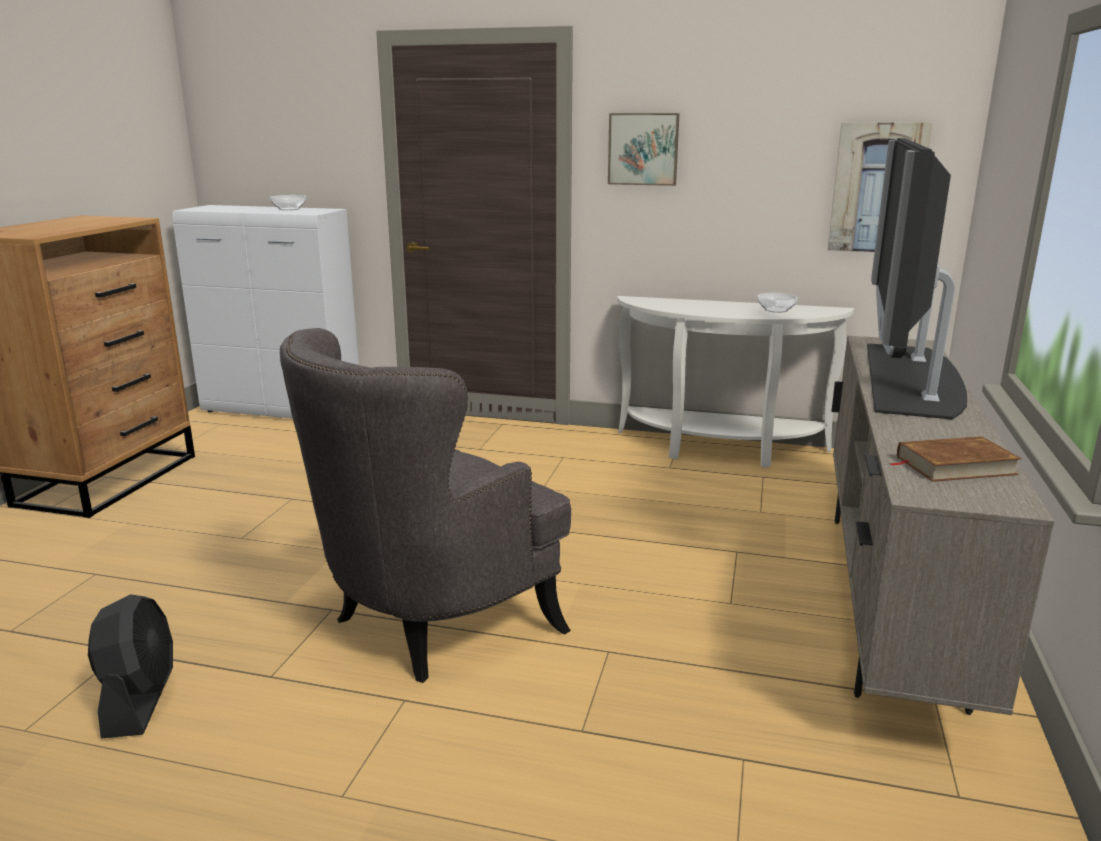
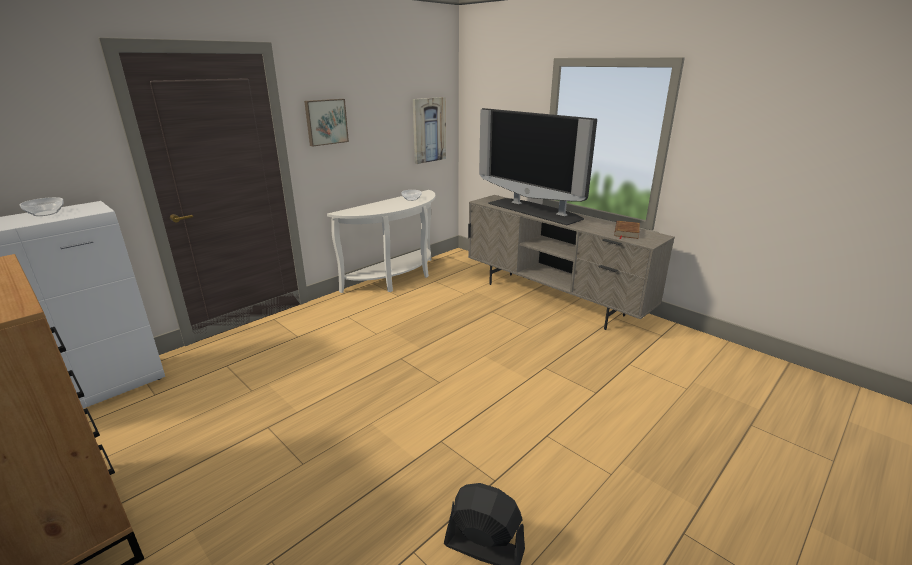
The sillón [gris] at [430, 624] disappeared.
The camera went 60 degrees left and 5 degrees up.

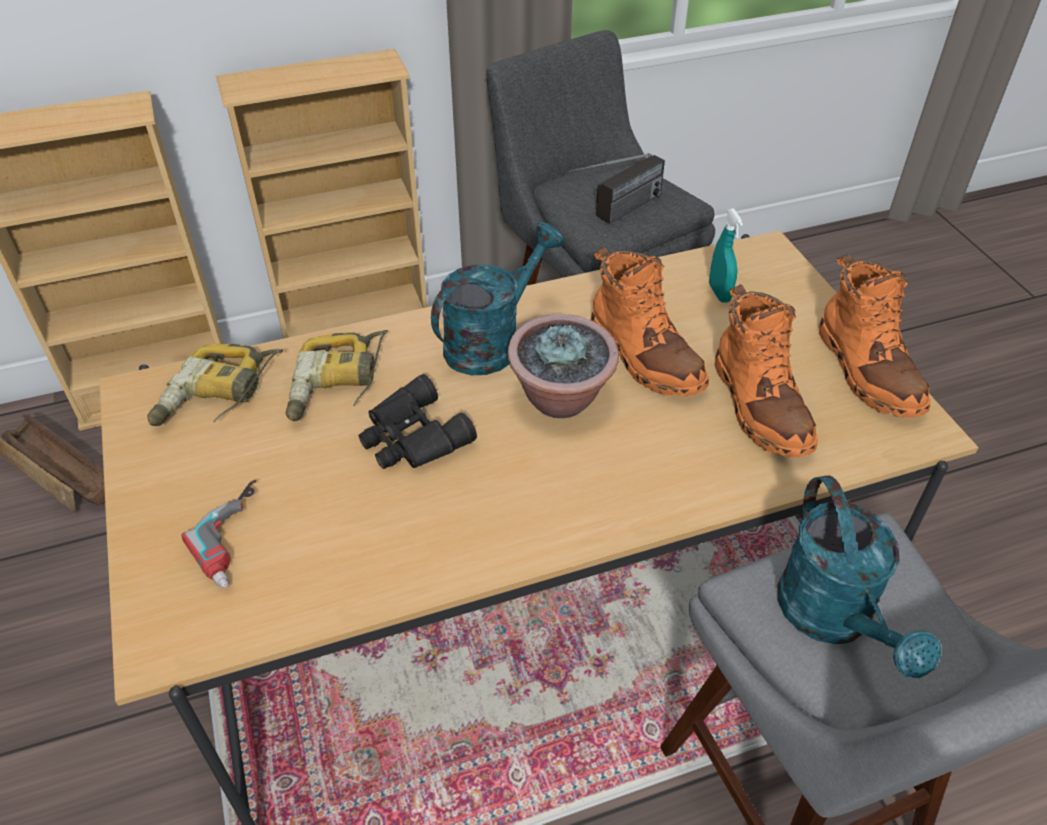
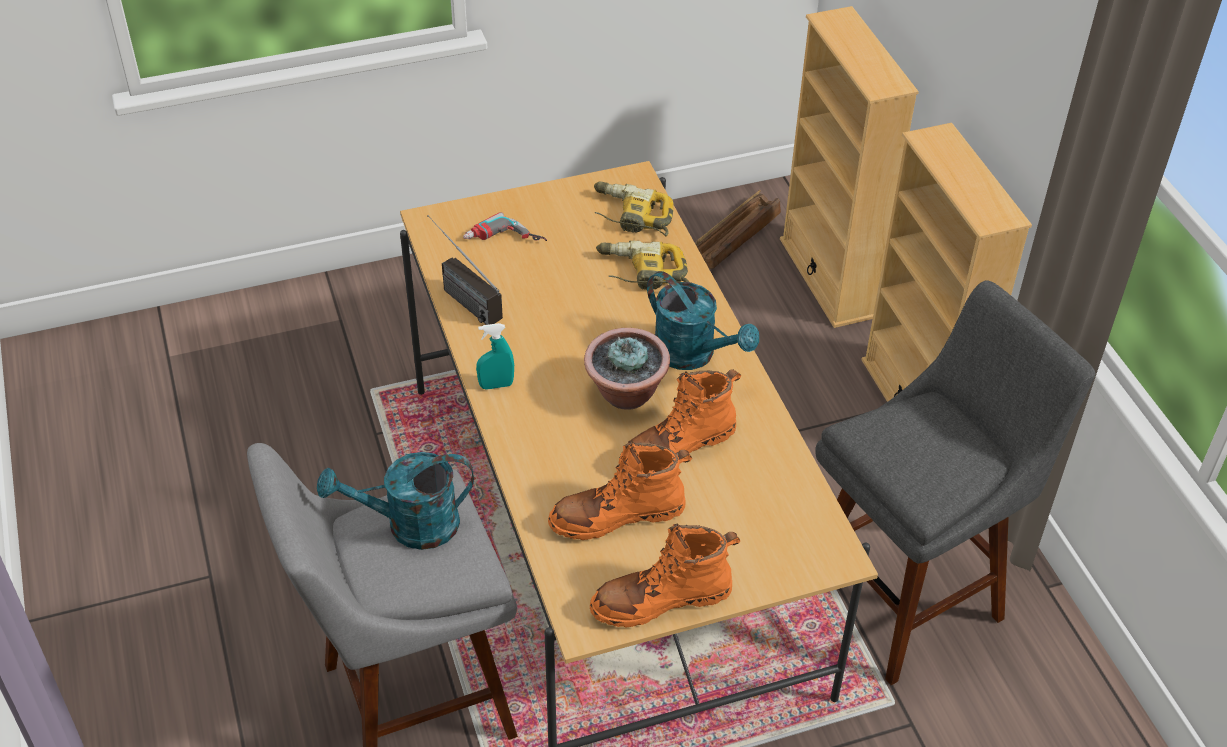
The radio moved from [616, 214] to [459, 295].
The pulverizador [turquesa] moved from [719, 293] to [496, 385].
The prismáticos [negro] at [411, 437] disappeared.
The camera went 90 degrees right and 0 degrees up.

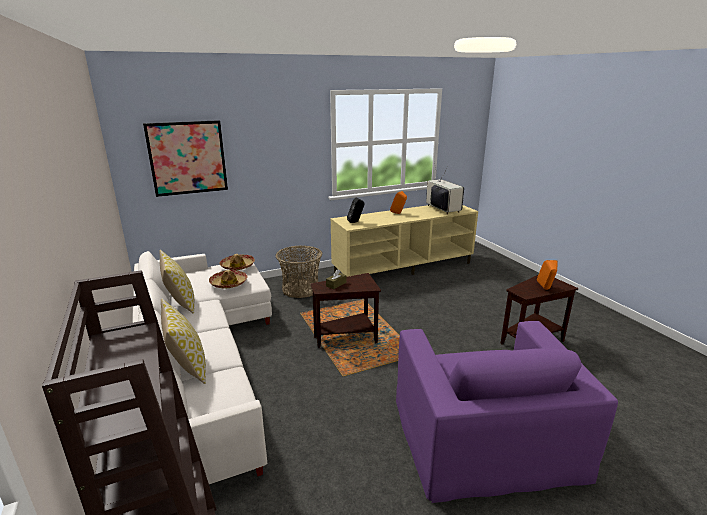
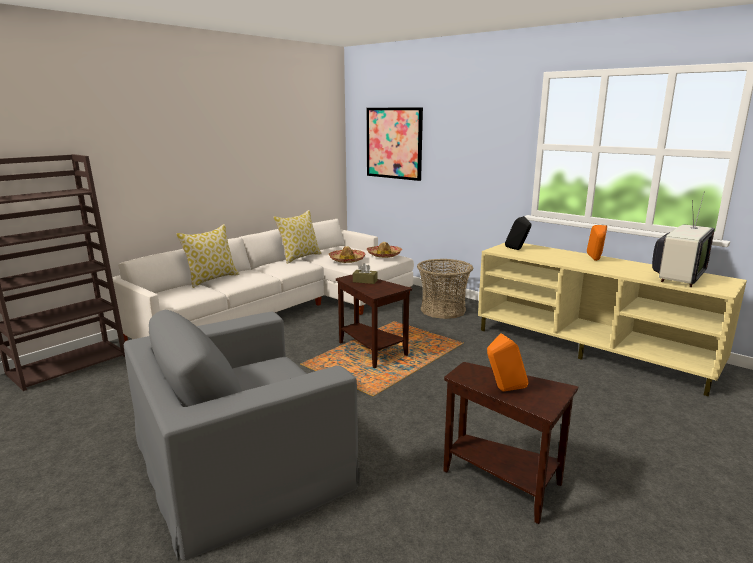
The sillón [morado] at [484, 436] became the sillón [gris] at [241, 461].
The camera went 65 degrees right and 5 degrees down.

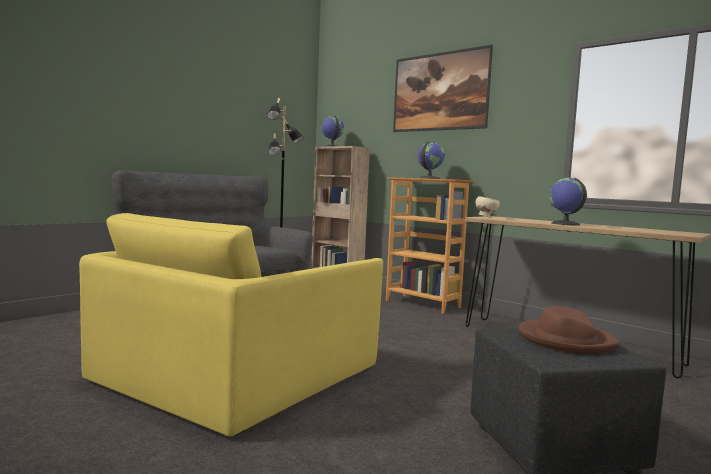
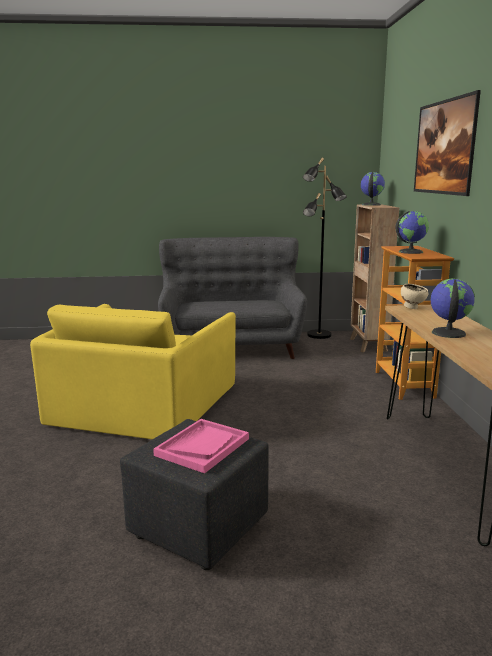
The sillón [amarillo] at [235, 372] turned 60 degrees counterclockwise.
The sombrero [marrón] at [565, 340] was replaced by the bandeja [rosa] at [202, 447].
The camera went 45 degrees right and 10 degrees up.

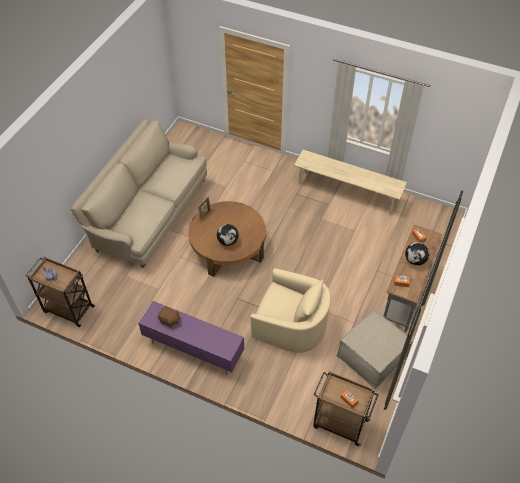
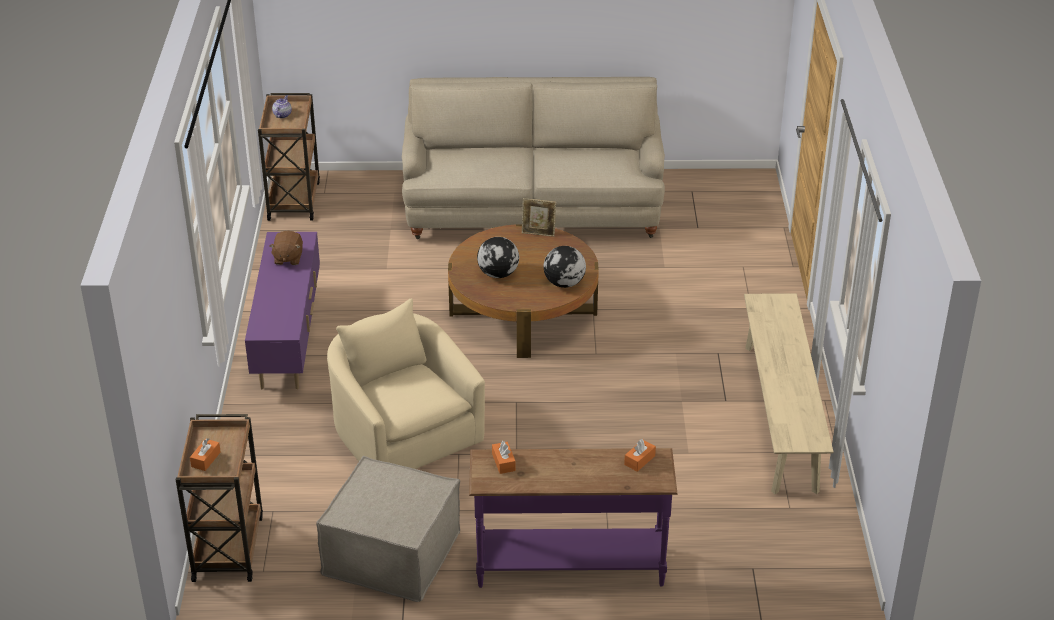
The sillón [beis] at [291, 325] turned 150 degrees clockwise.
The mesa consola [gris] at [405, 295] became the mesa consola [morado] at [570, 565].
The globo terráqueo moved from [415, 260] to [564, 283].
The camera went 65 degrees right and 15 degrees down.

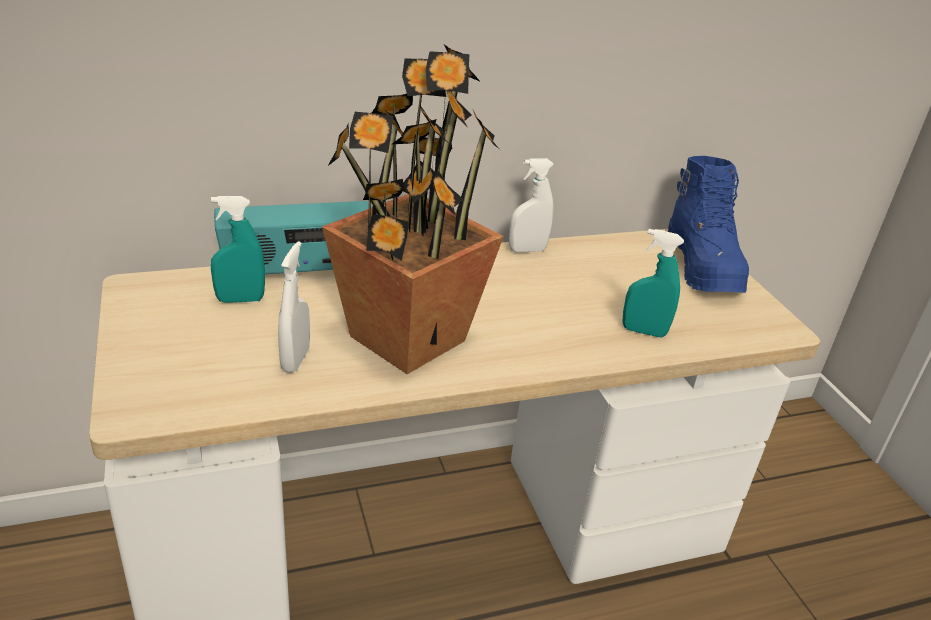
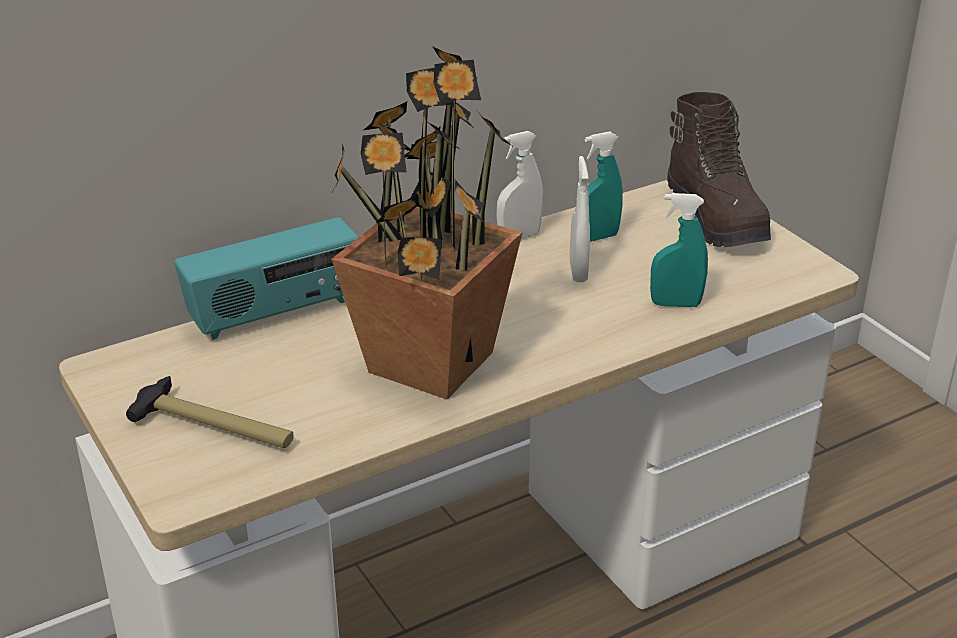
The martillo at [215, 427] appeared.
The pulverizador [blanco] moved from [295, 360] to [578, 272].
The pulverizador [turquesa] moved from [240, 300] to [597, 237].
The bota [azul] at [703, 266] became the bota [marrón] at [717, 218].
The camera went 10 degrees left and 0 degrees up.

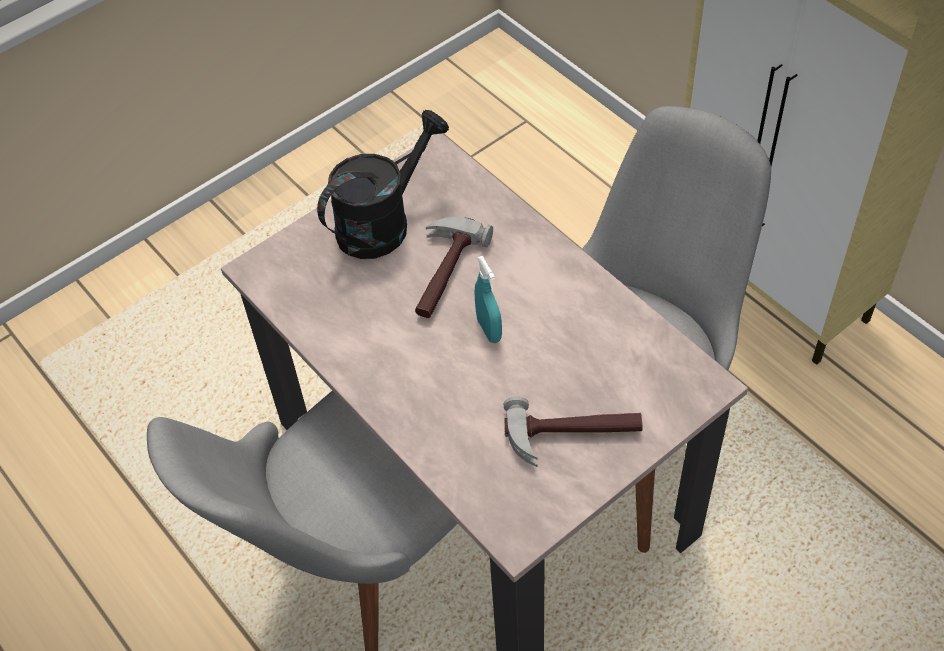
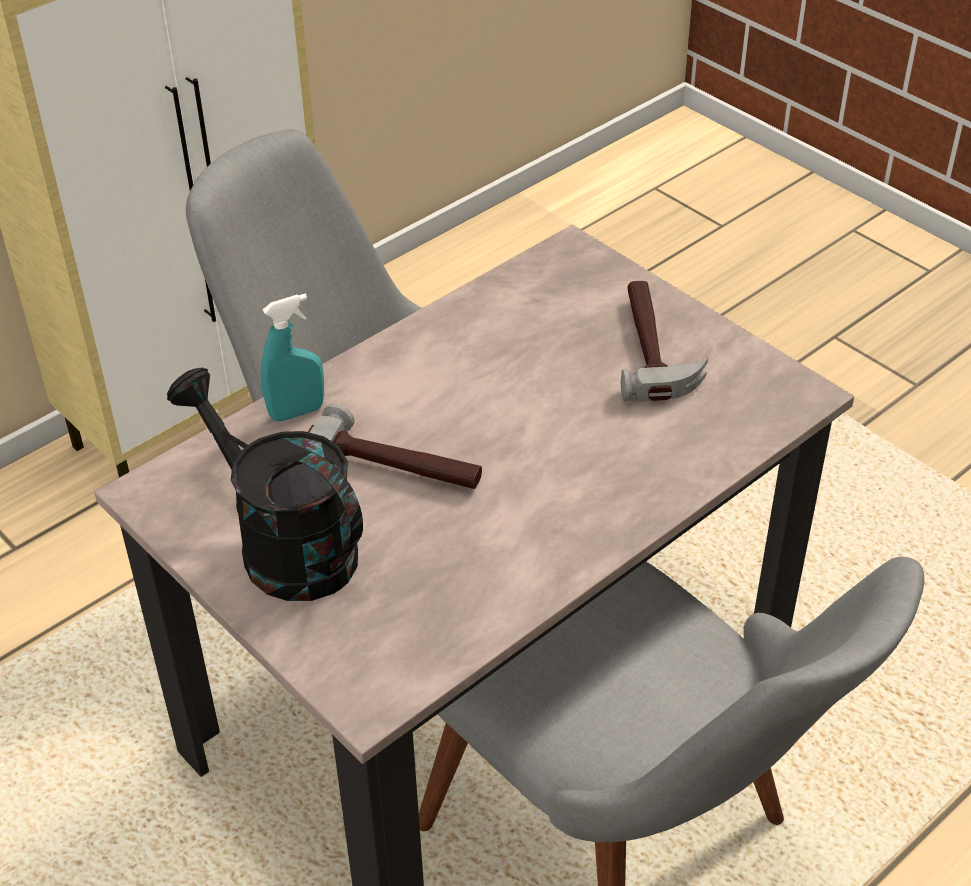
The pulverizador [turquesa] moved from [489, 329] to [297, 412].
The camera went 95 degrees left and 10 degrees down.

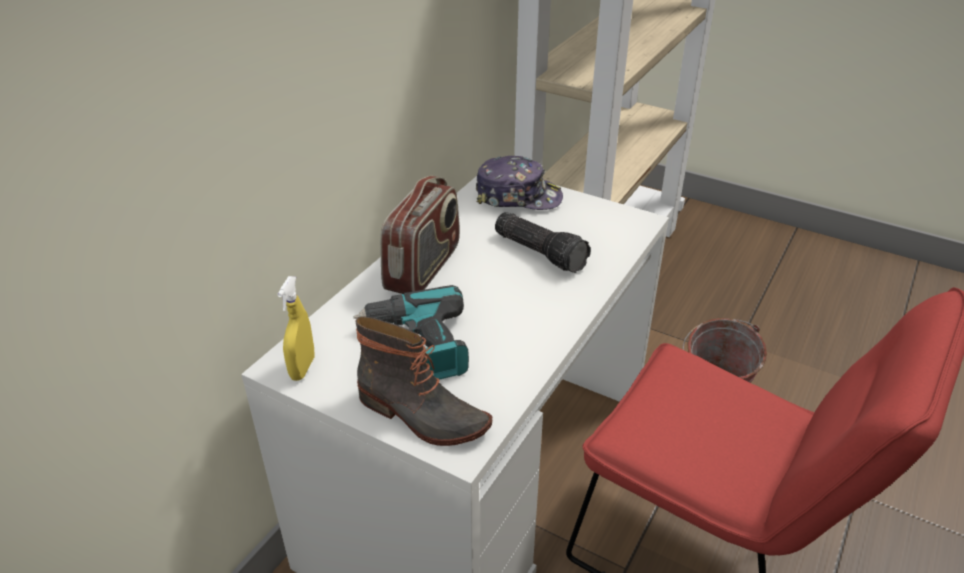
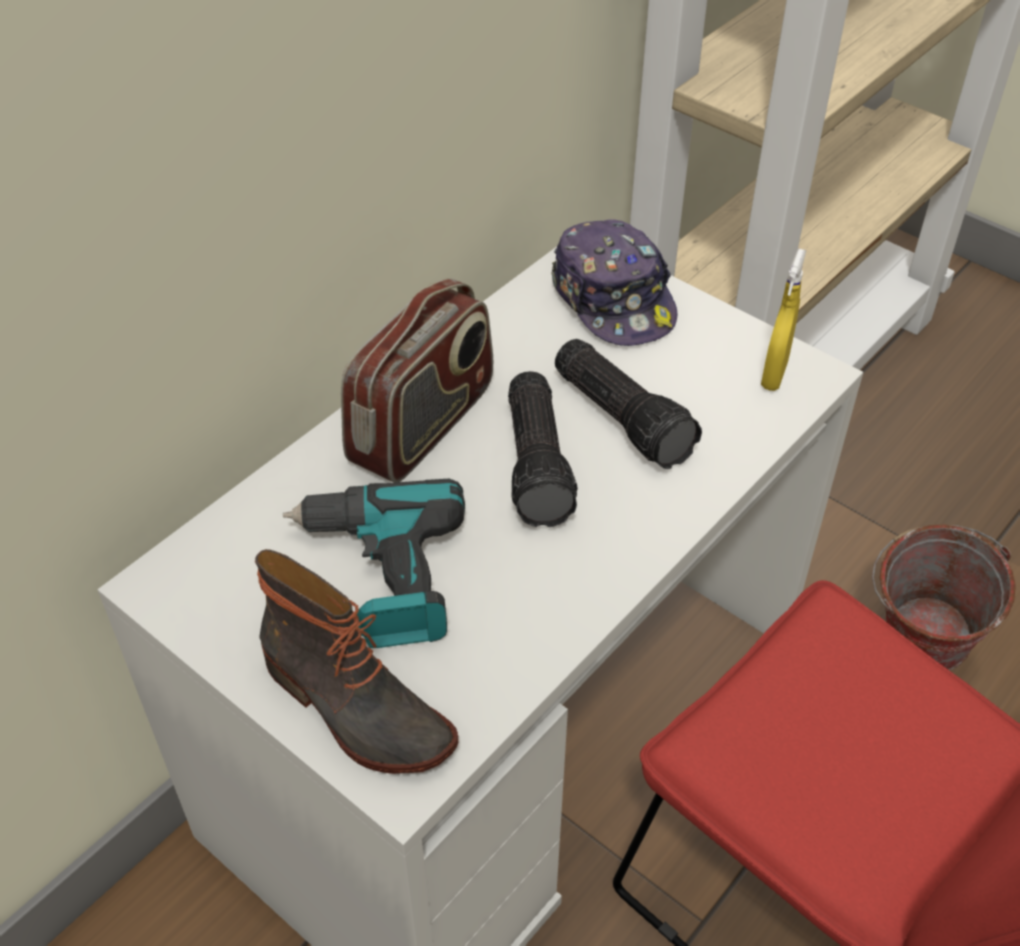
The linterna at [540, 464] appeared.
The gorra at [518, 196] turned 45 degrees clockwise.
The pulverizador [amarillo] moved from [302, 368] to [774, 375].
The camera went 10 degrees right and 10 degrees up.

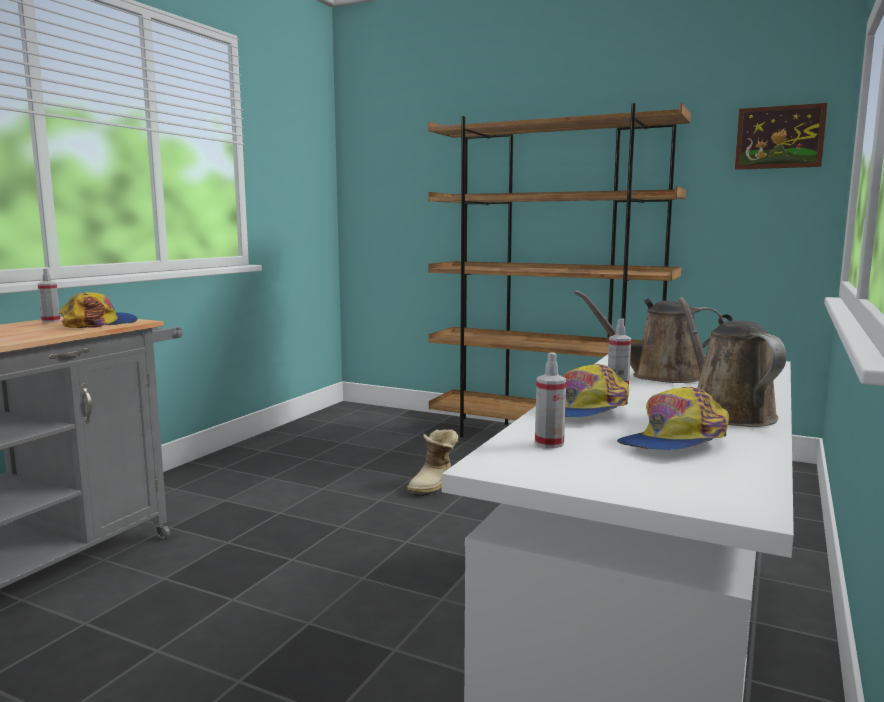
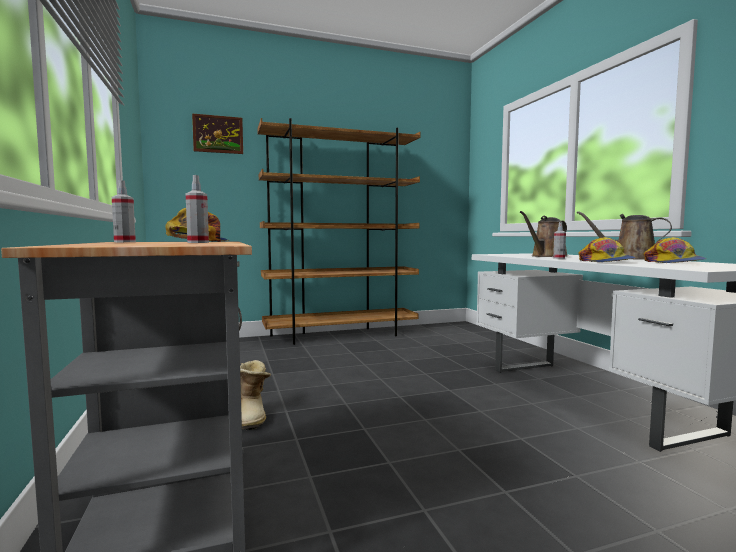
The pulverizador moved from [549, 443] to [198, 242].
The cuadro moved from [779, 137] to [218, 134].
The bota moved from [434, 485] to [253, 416].
The camera went 45 degrees left and 5 degrees down.

